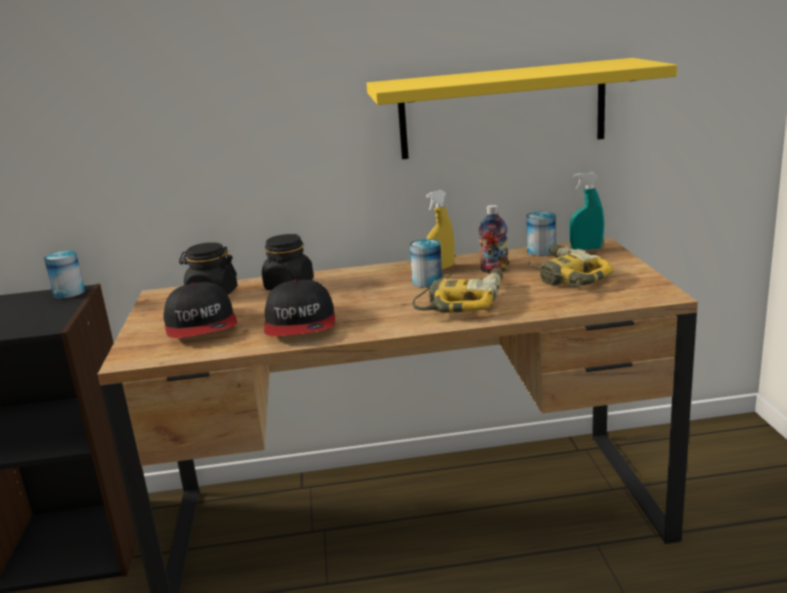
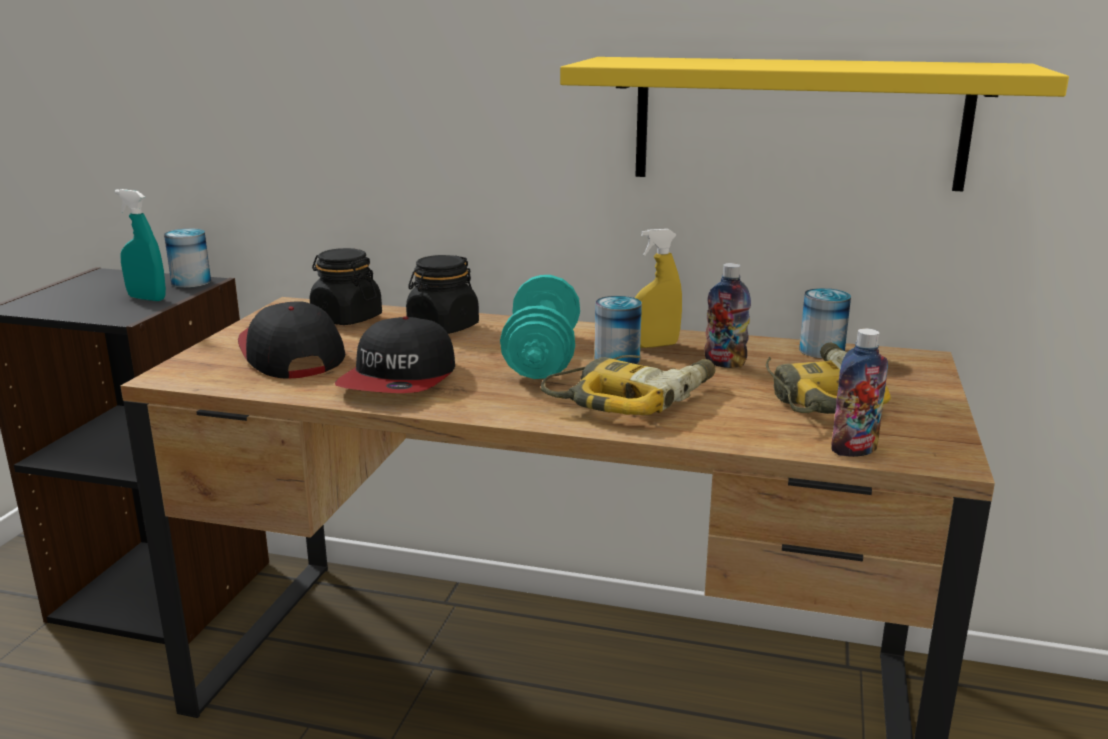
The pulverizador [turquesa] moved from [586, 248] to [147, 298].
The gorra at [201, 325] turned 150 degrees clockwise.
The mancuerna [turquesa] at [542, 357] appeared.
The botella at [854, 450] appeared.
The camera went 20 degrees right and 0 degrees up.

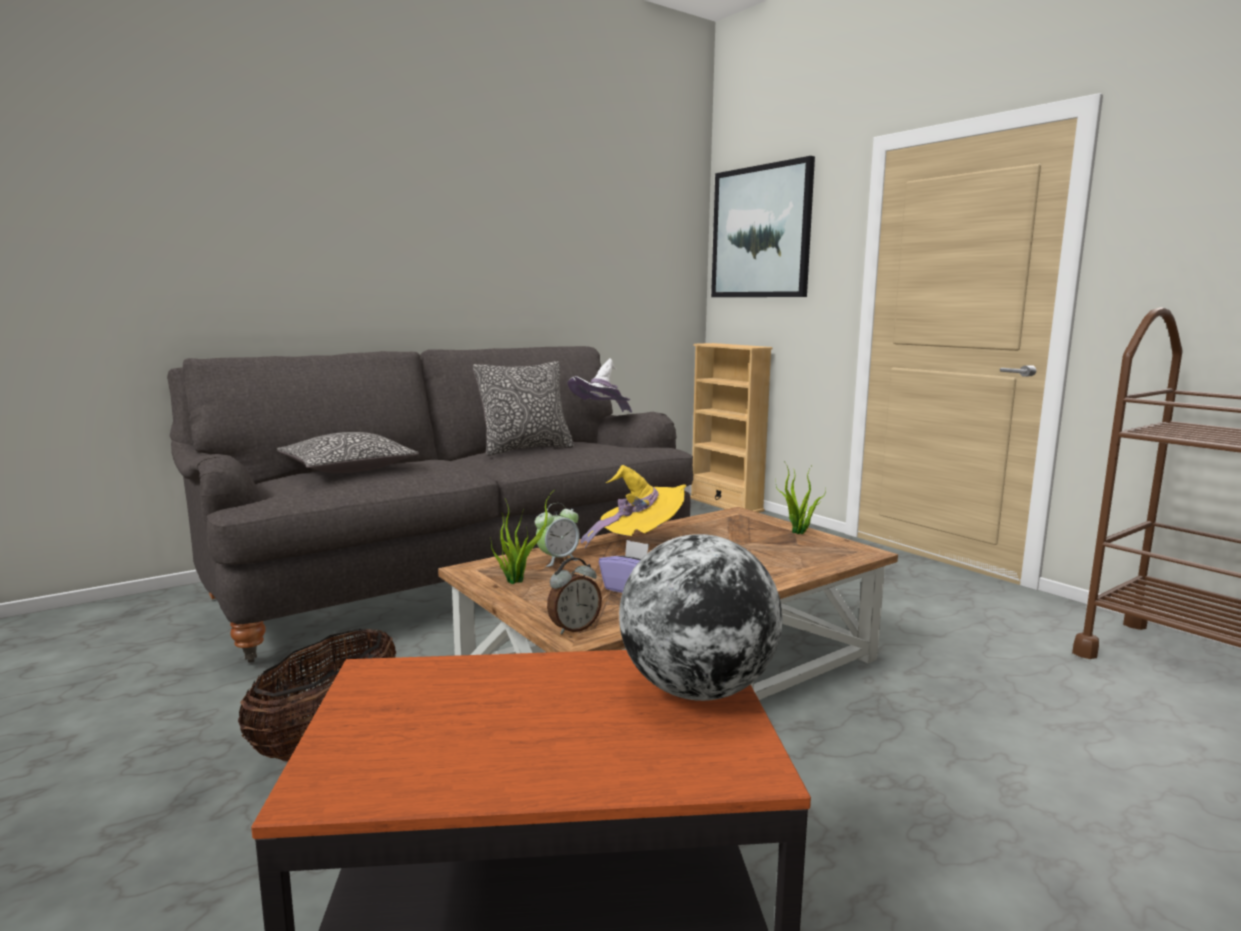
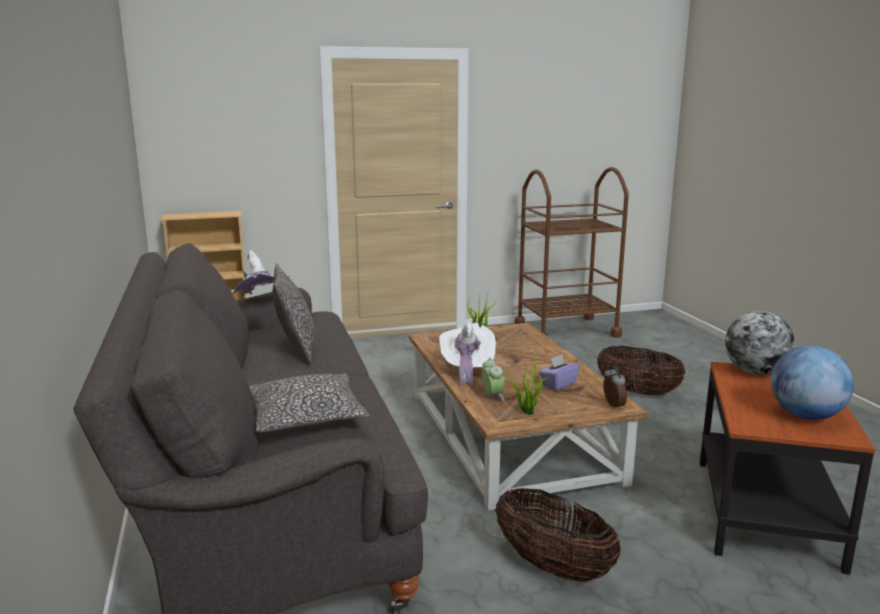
The sombrero [amarillo] at [639, 541] became the sombrero [blanco] at [467, 370].
The cesta at [638, 392] appeared.
The globo terráqueo at [805, 416] appeared.
The cuadro at [761, 232] disappeared.
The camera went 70 degrees left and 5 degrees up.

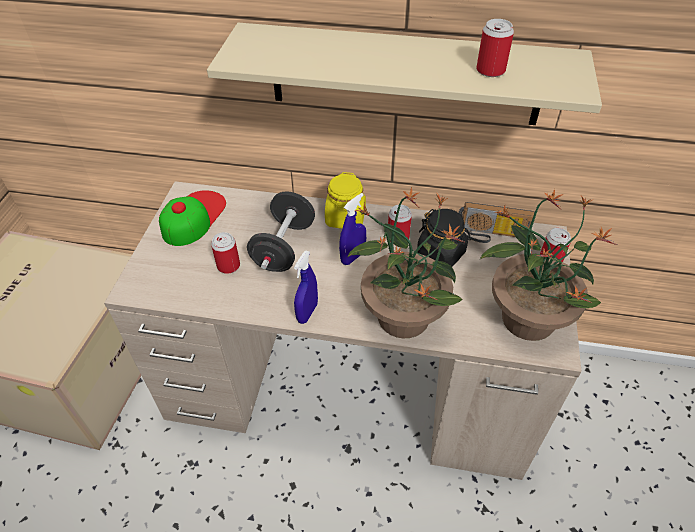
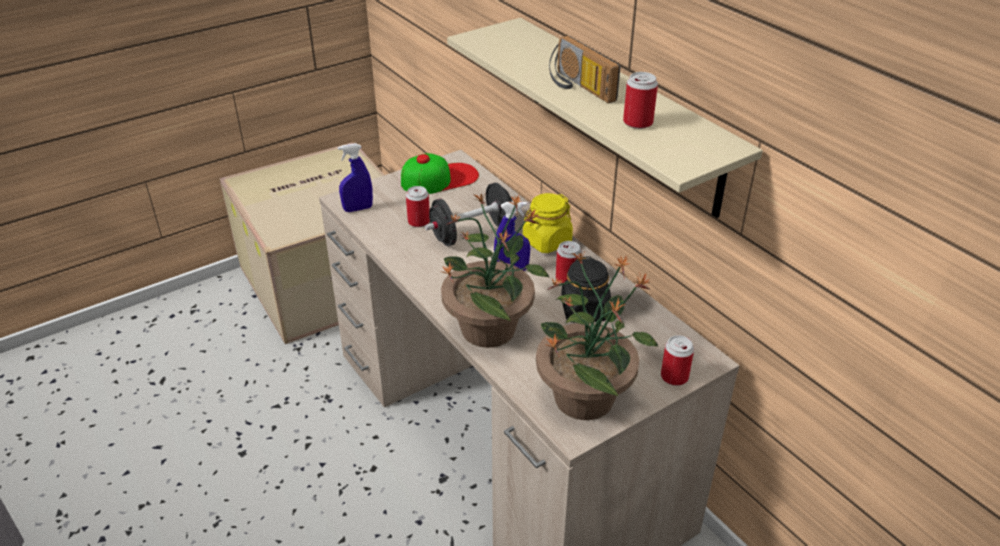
The pulverizador [azul] moved from [307, 313] to [358, 209].
The radio moved from [491, 235] to [578, 87].
The camera went 45 degrees right and 10 degrees down.

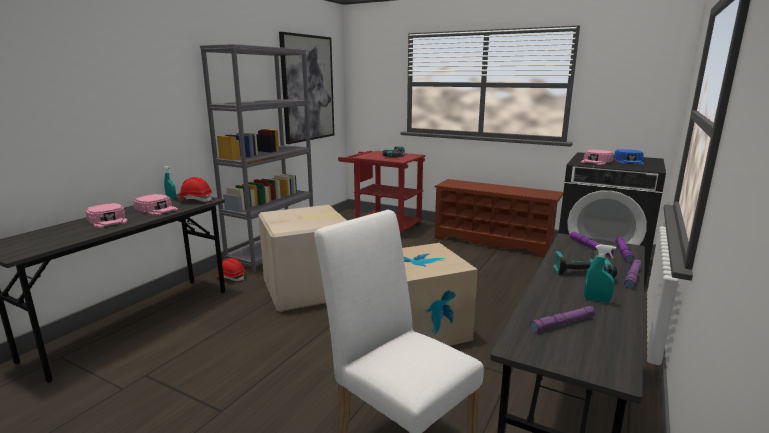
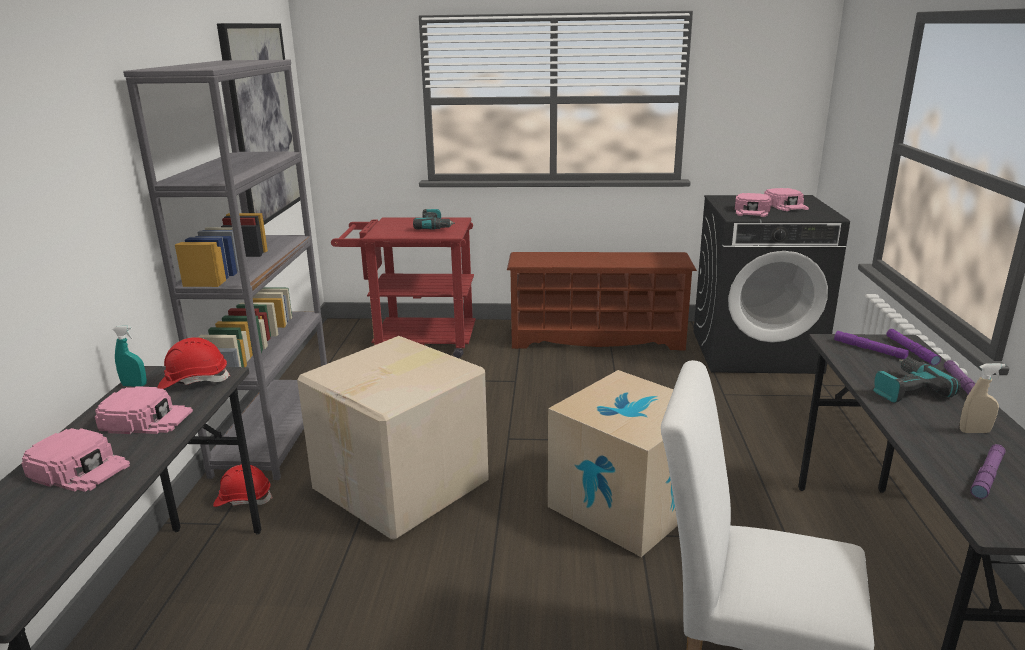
The gorra [azul] at [629, 161] became the gorra [rosa] at [786, 205].
The pulverizador [turquesa] at [596, 300] became the pulverizador [beis] at [974, 431].
The camera went 25 degrees left and 5 degrees up.

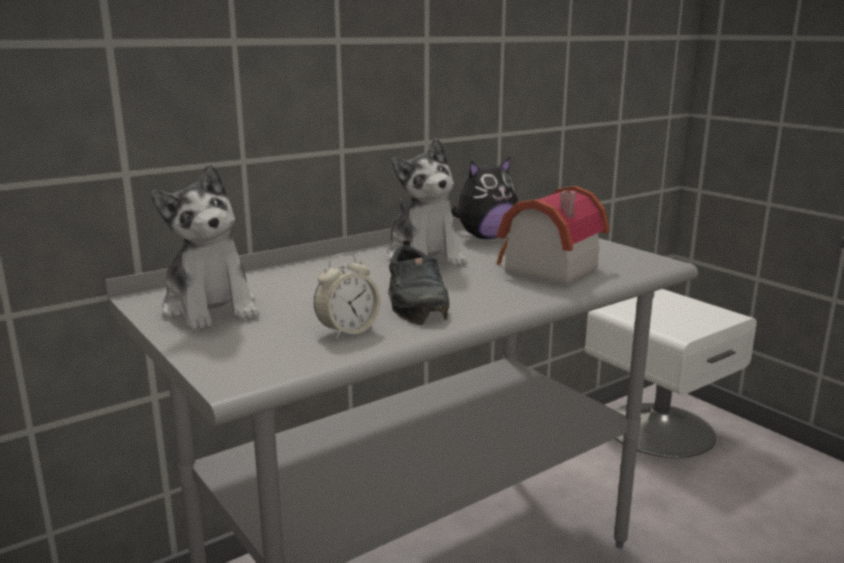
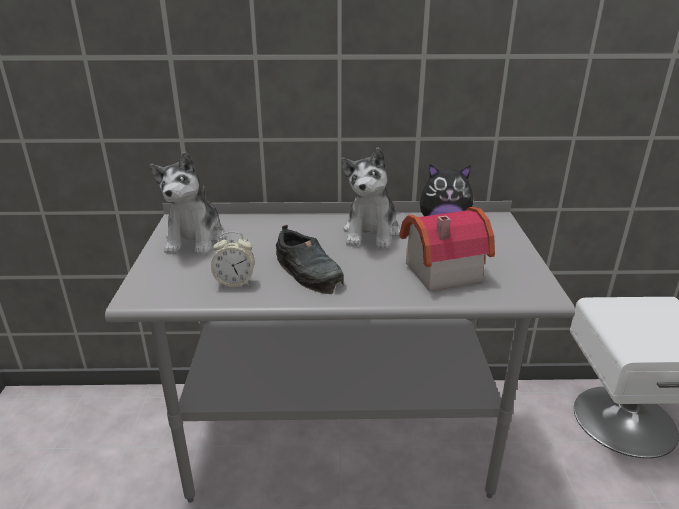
The zapato [negro] at [417, 300] turned 60 degrees counterclockwise.
The camera went 35 degrees right and 10 degrees up.

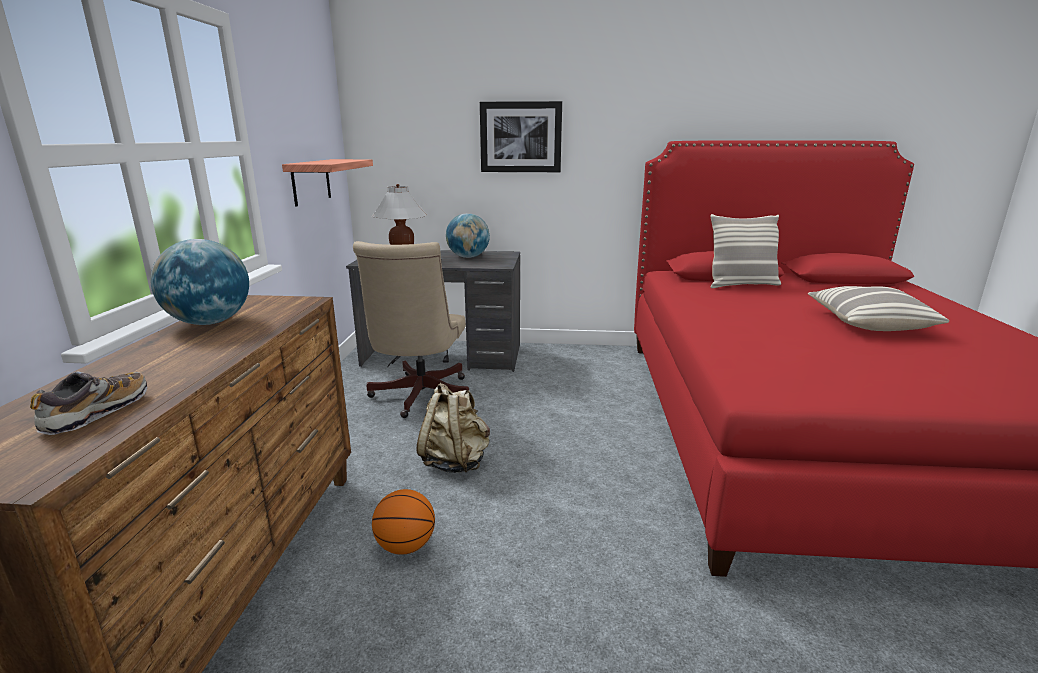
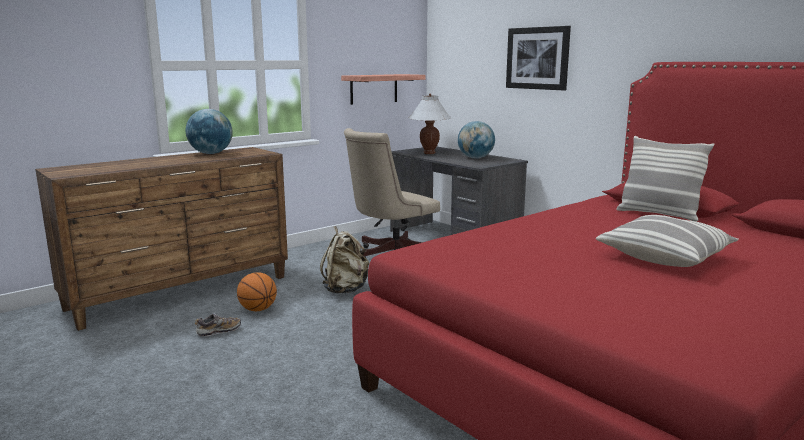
The zapato moved from [97, 413] to [218, 331].
The camera went 45 degrees right and 5 degrees down.

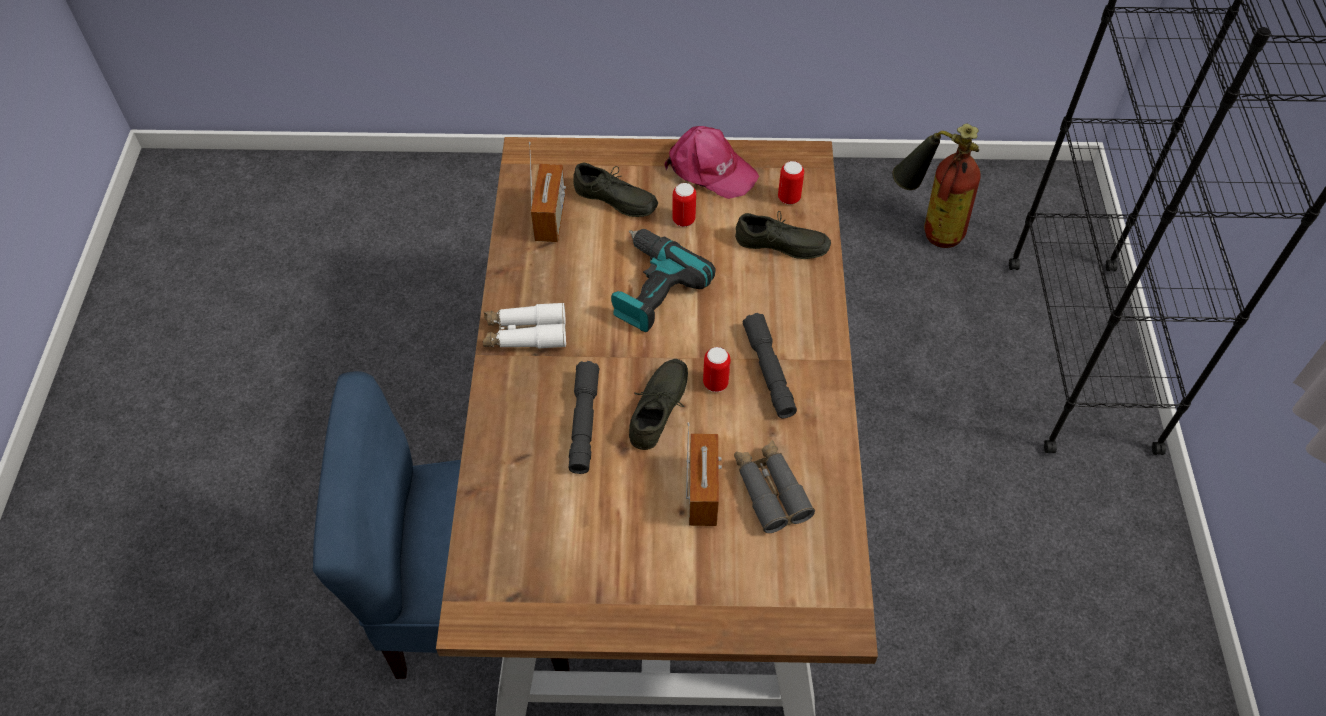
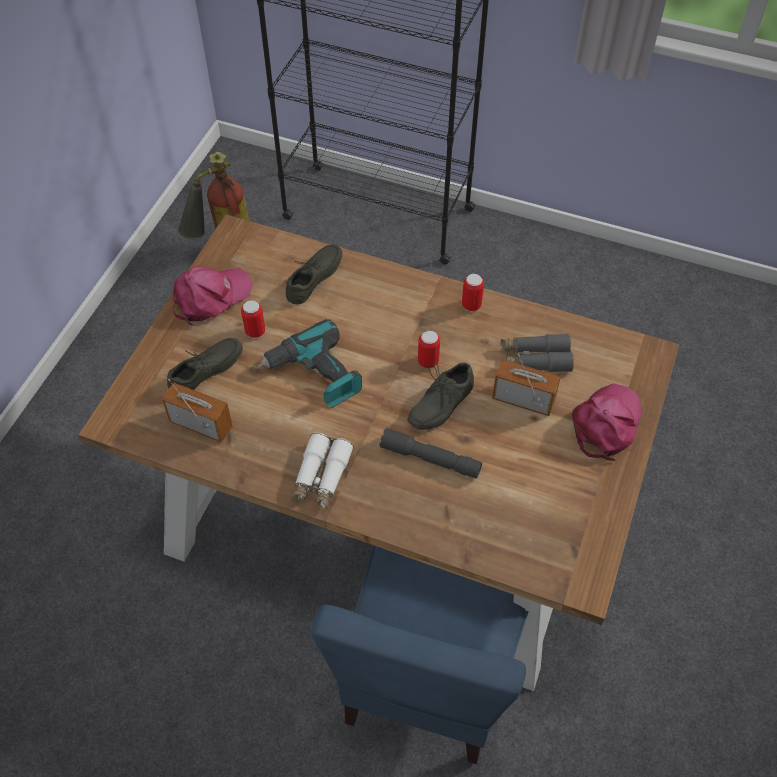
The zapato [gris] at [662, 409] turned 90 degrees counterclockwise.
The lata moved from [789, 198] to [471, 305].
The gorra [rosa] at [606, 424] appeared.
The linterna [gris] at [769, 371] disappeared.
The camera went 70 degrees left and 0 degrees up.

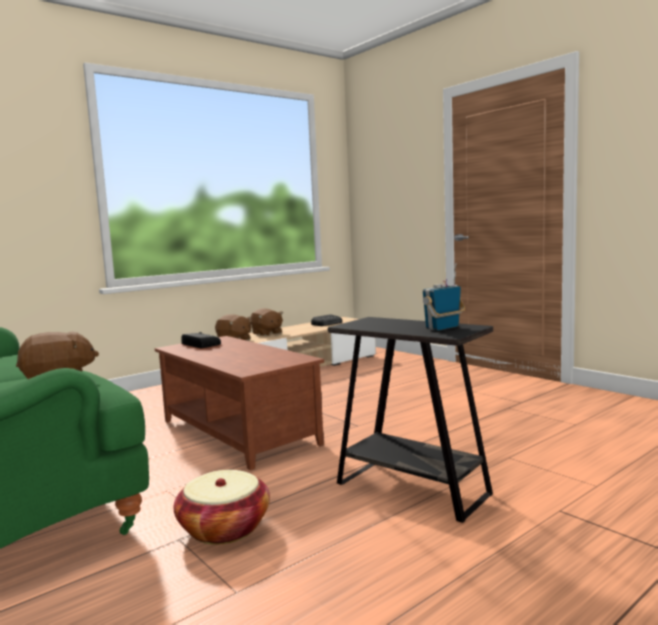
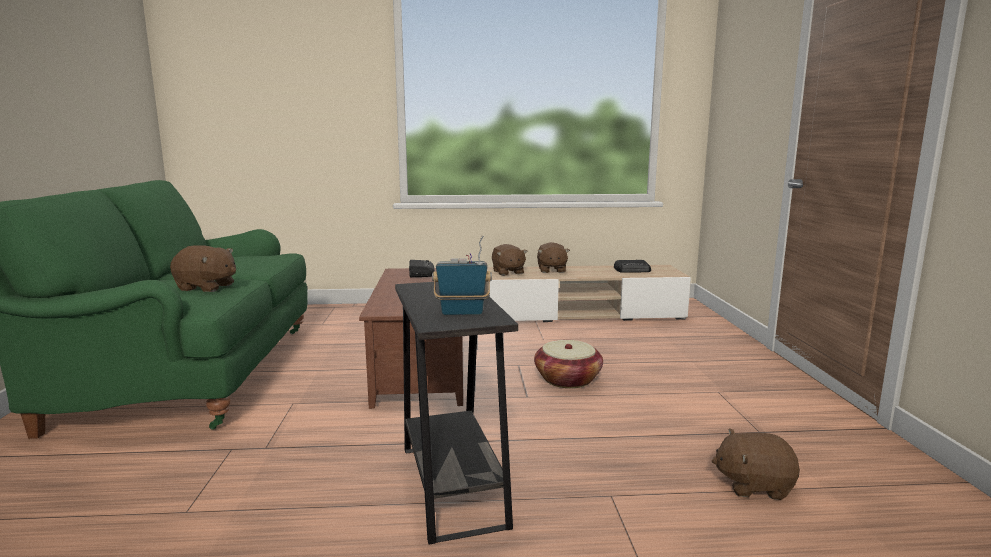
The cesta moved from [224, 528] to [567, 379].
The peluche [marrón] at [753, 485] appeared.
The camera went 35 degrees right and 5 degrees up.

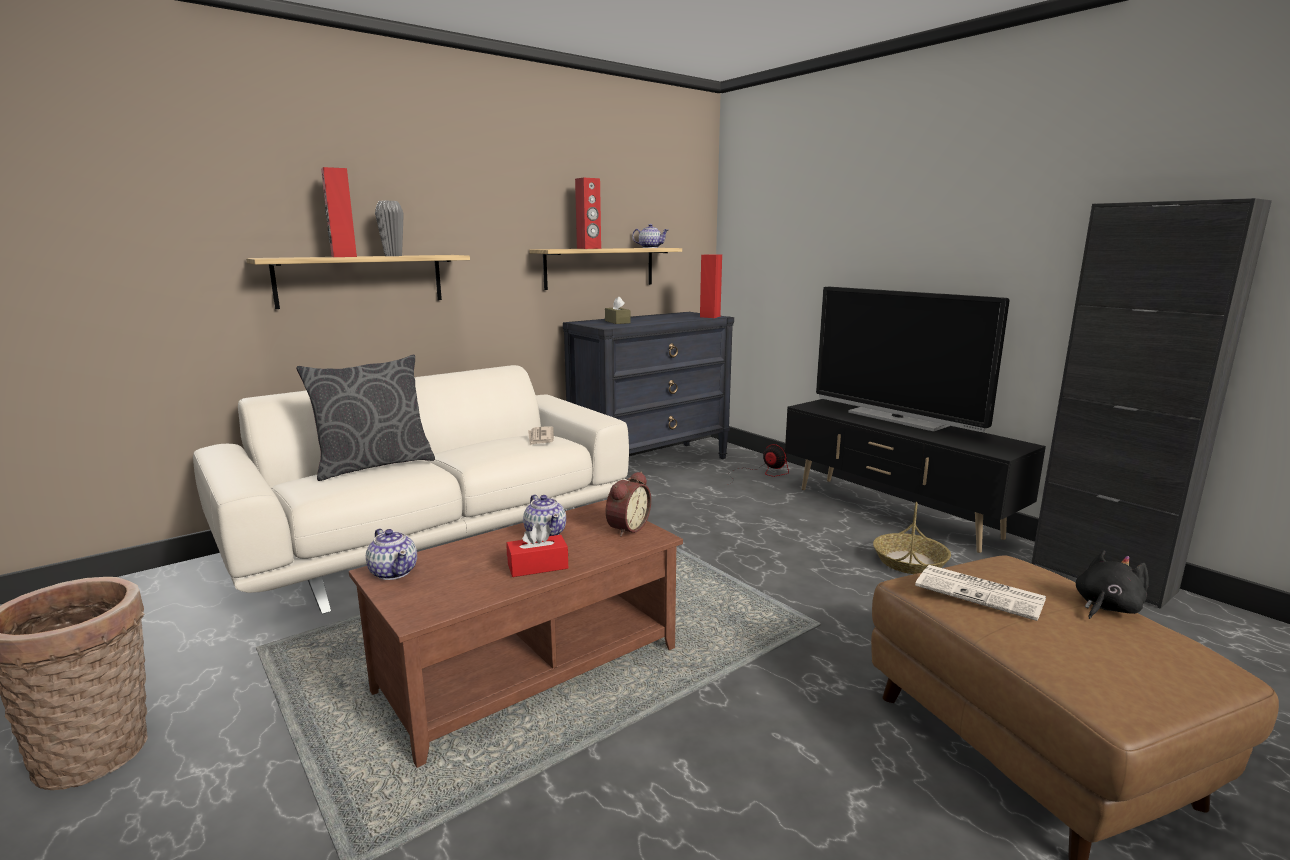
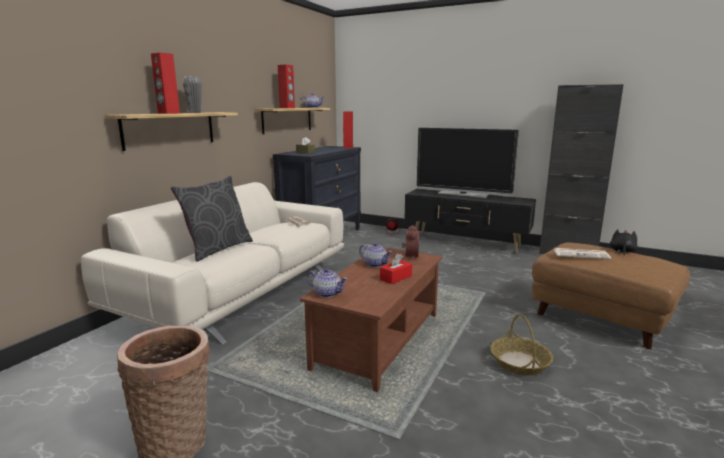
The cesta moved from [910, 562] to [520, 363].
The camera went 25 degrees left and 0 degrees up.

